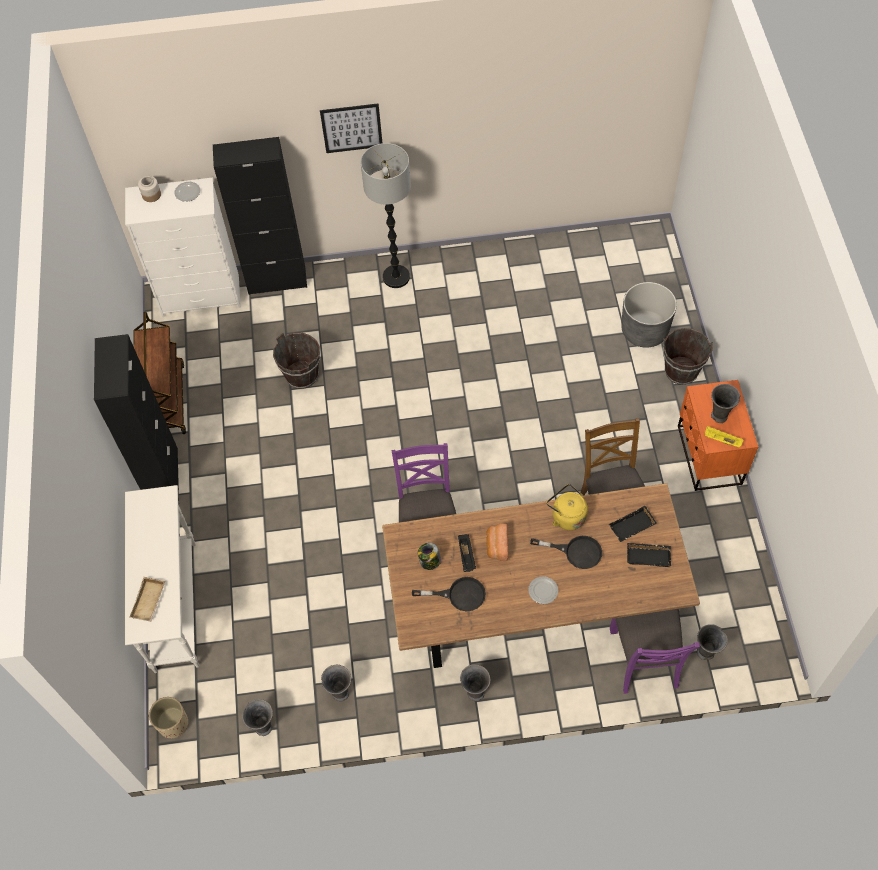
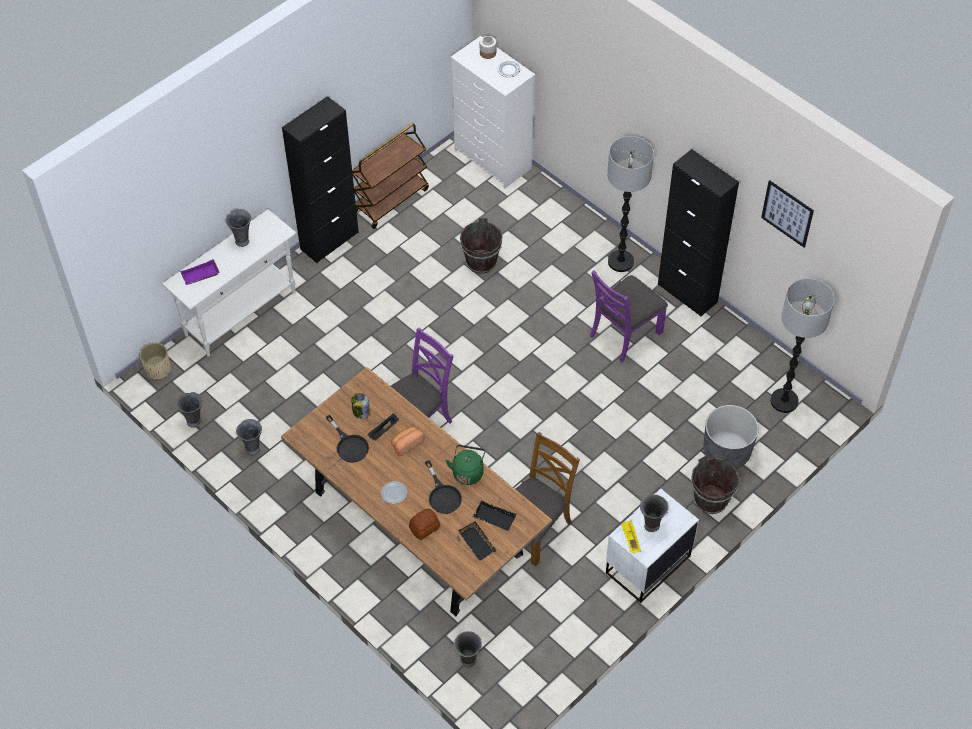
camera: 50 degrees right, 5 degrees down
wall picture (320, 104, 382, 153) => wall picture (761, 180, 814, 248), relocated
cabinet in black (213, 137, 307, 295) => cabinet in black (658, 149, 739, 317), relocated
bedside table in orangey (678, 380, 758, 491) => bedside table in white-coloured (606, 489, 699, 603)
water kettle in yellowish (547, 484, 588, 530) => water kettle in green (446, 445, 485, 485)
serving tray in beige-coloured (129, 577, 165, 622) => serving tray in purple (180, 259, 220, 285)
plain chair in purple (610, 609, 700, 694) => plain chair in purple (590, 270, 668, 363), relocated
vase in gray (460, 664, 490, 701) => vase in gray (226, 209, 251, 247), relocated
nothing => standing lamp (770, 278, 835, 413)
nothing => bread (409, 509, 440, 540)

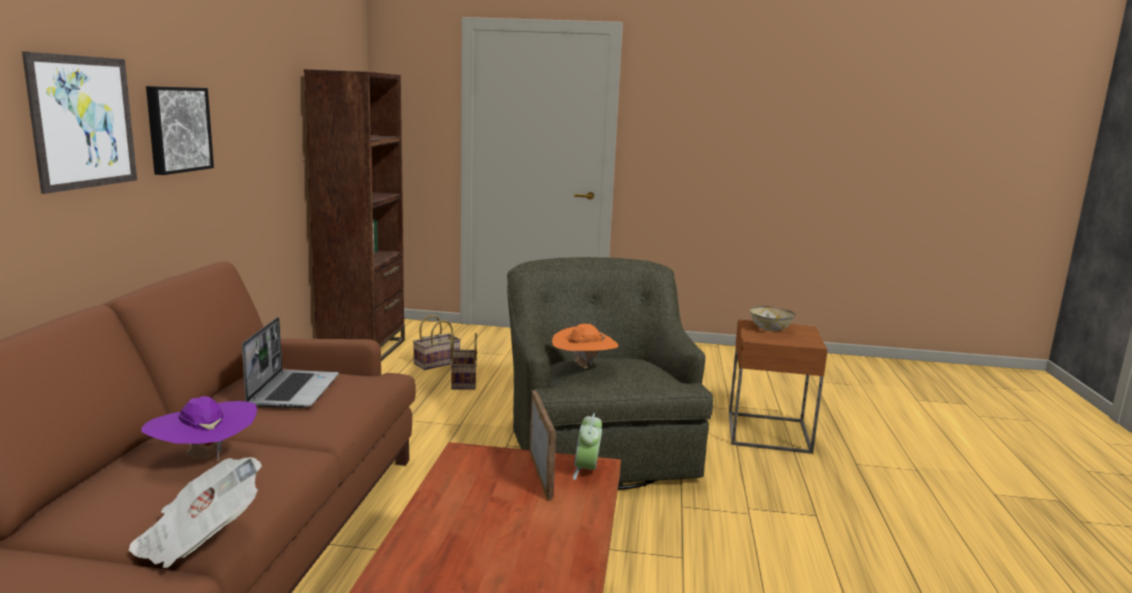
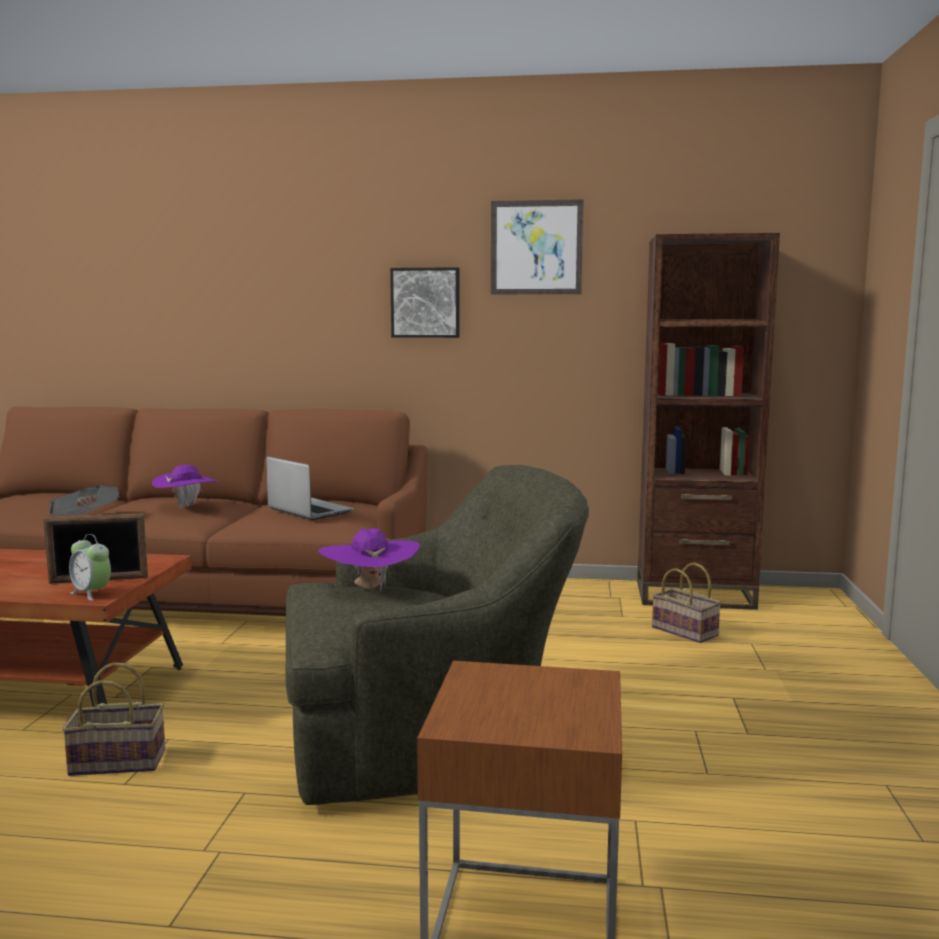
camera: 90 degrees right, 5 degrees down
wall picture (22, 51, 137, 194) => wall picture (491, 199, 584, 294), relocated
deep dish (750, 306, 796, 331) => nothing
portable computer (242, 317, 339, 408) => portable computer (266, 456, 354, 520), 135 degrees counterclockwise
hat in orangey (552, 324, 618, 369) => hat in purple (318, 528, 420, 592)
storage basket (450, 333, 477, 390) => storage basket (62, 662, 165, 776), relocated
bedside clock (573, 413, 602, 480) => bedside clock (69, 534, 111, 601), 150 degrees counterclockwise

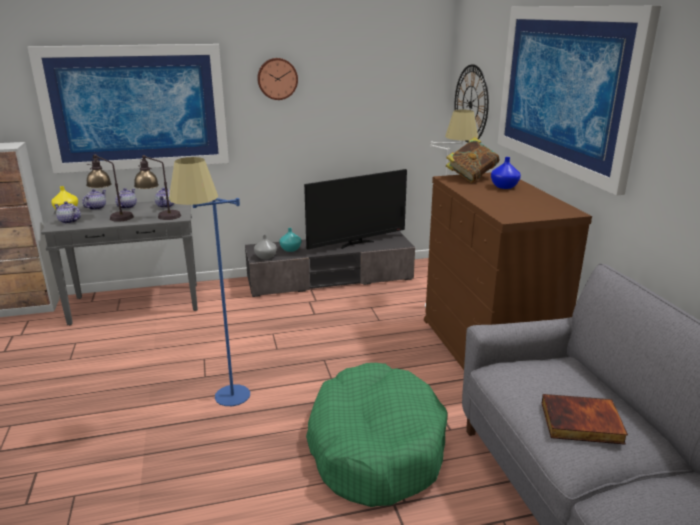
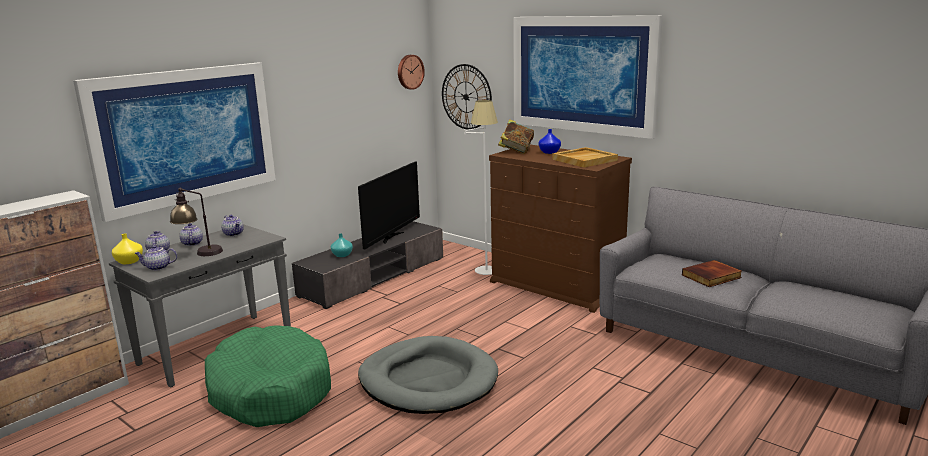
camera: 35 degrees left, 5 degrees down
clock on the wall (257, 58, 298, 100) => clock on the wall (398, 55, 425, 90), relocated
tabletop lamp (134, 155, 181, 220) => nothing
standing lamp in blue-coloured (169, 157, 250, 406) => dog cushion in gray (358, 336, 498, 414)
vase in gray (254, 235, 277, 259) => nothing
dog cushion in green (306, 363, 448, 507) => dog cushion in green (205, 325, 331, 427), relocated
nothing => serving tray in beige-coloured (553, 147, 618, 167)

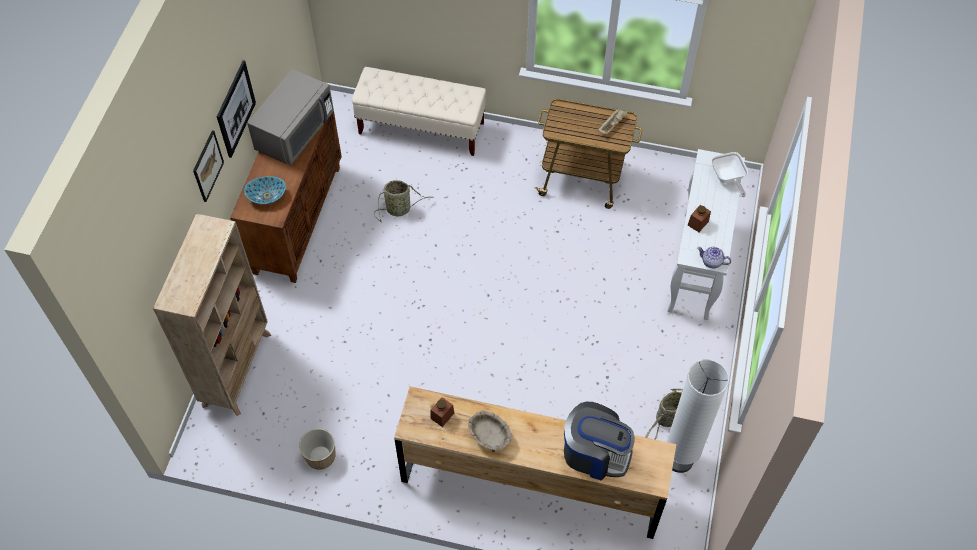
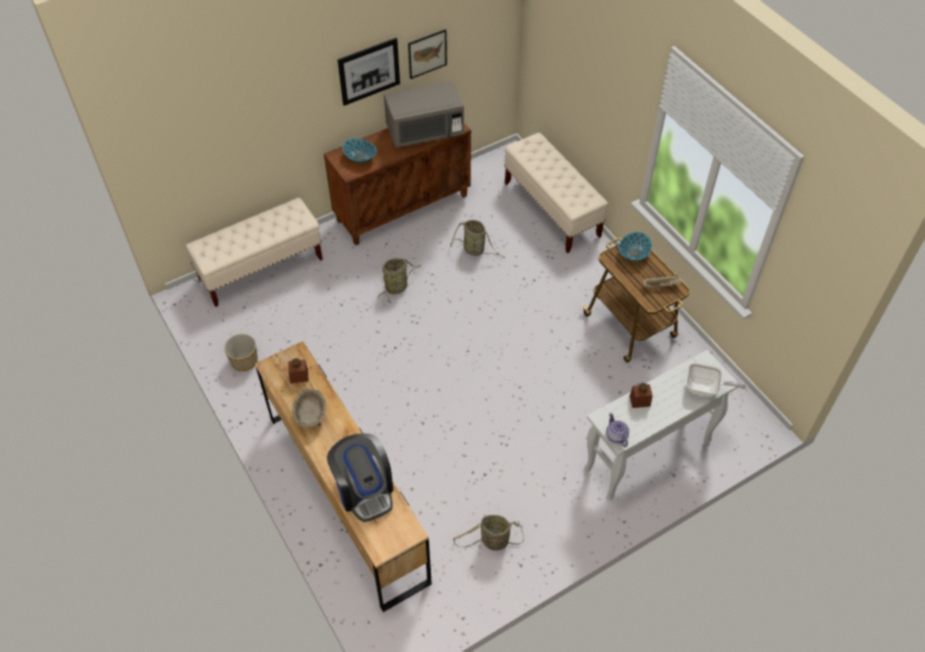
camera: 45 degrees right, 5 degrees down
wall picture (193, 130, 224, 202) => wall picture (408, 29, 447, 79), relocated
pan (711, 152, 748, 197) => pan (687, 363, 746, 397), 105 degrees counterclockwise
bookshelf in beige-coloured (153, 213, 271, 416) => indoor bench in beige-coloured (186, 198, 323, 307)
standing lamp in white-coloured (666, 359, 729, 473) => nothing
nothing => deep dish (619, 232, 652, 261)
nothing => storage basket (378, 258, 422, 303)

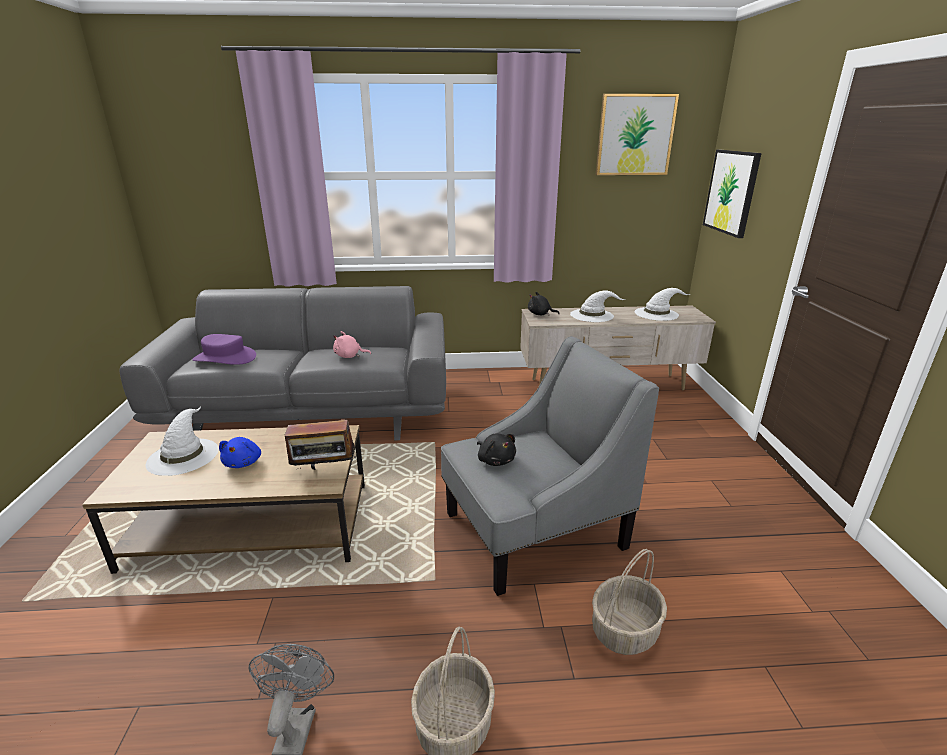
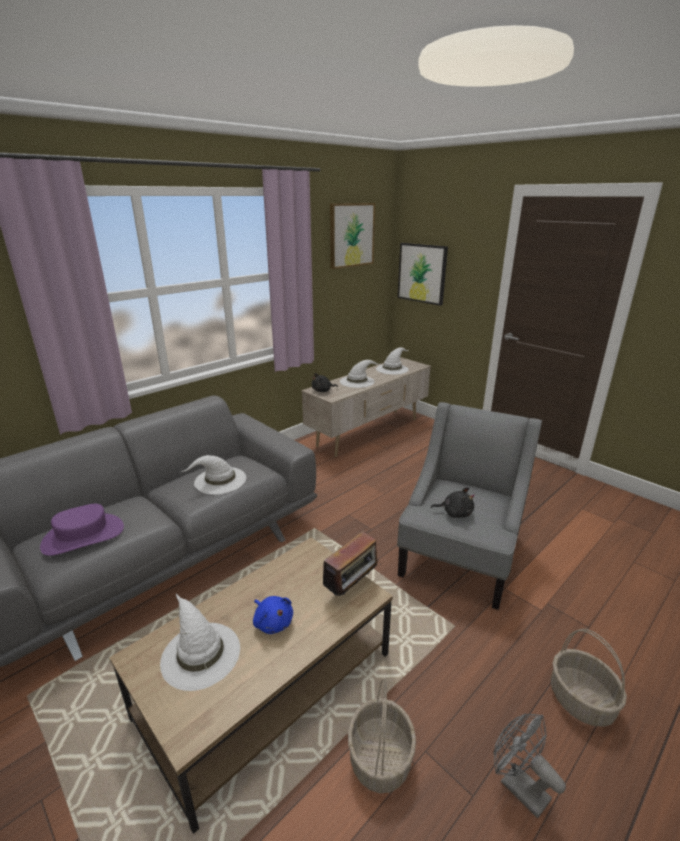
camera: 40 degrees left, 0 degrees up
plush toy in pink-coloured (333, 331, 371, 358) => hat in white-coloured (181, 455, 246, 494)
storage basket (592, 549, 667, 655) => storage basket (348, 678, 416, 793), relocated

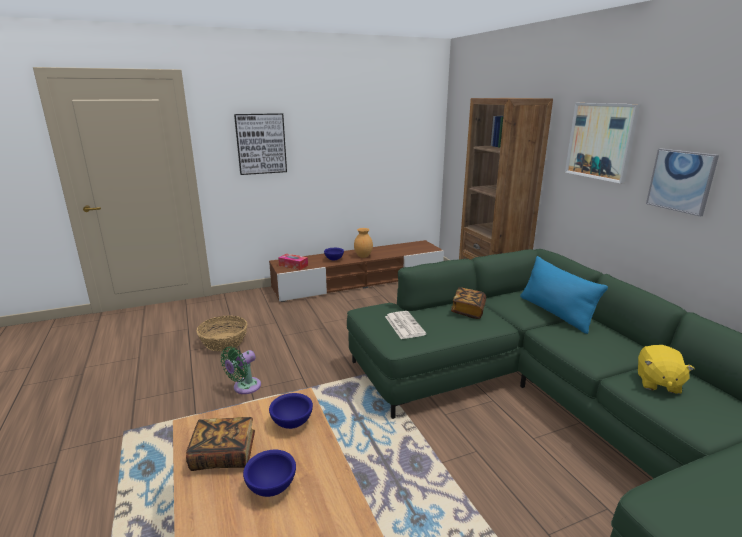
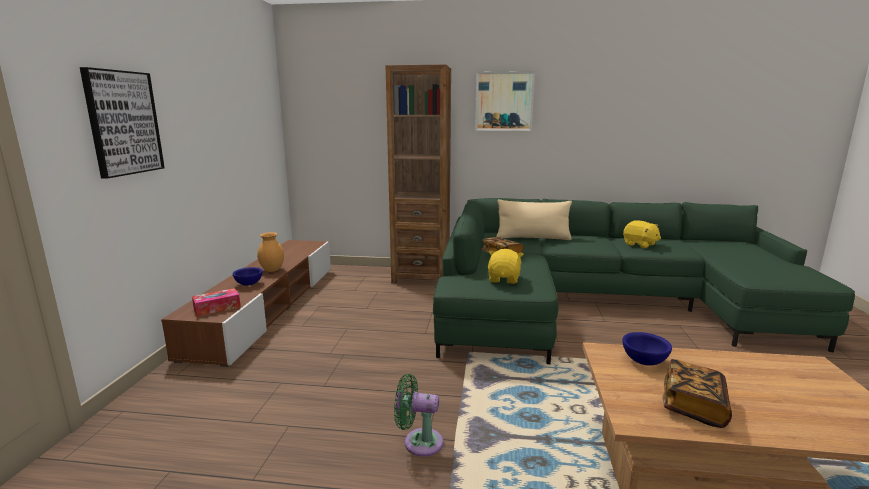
camera: 60 degrees left, 5 degrees down
wall picture (646, 148, 719, 216) => nothing
pillow in blue-coloured (520, 256, 608, 334) => pillow in beige-coloured (496, 199, 572, 240)
printed paper (385, 311, 426, 339) => plush toy in yellowish (488, 249, 523, 284)
storage basket (197, 315, 247, 351) => nothing
fan in green (221, 347, 261, 394) => fan in green (394, 374, 443, 456), 120 degrees clockwise
deep dish in blue-coloured (243, 450, 296, 497) => nothing

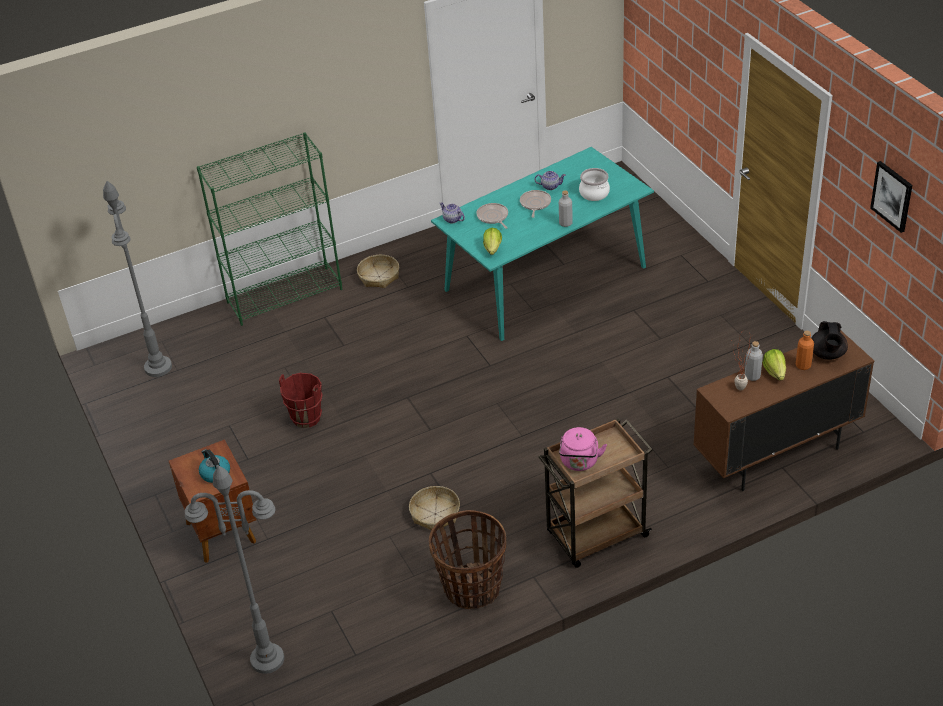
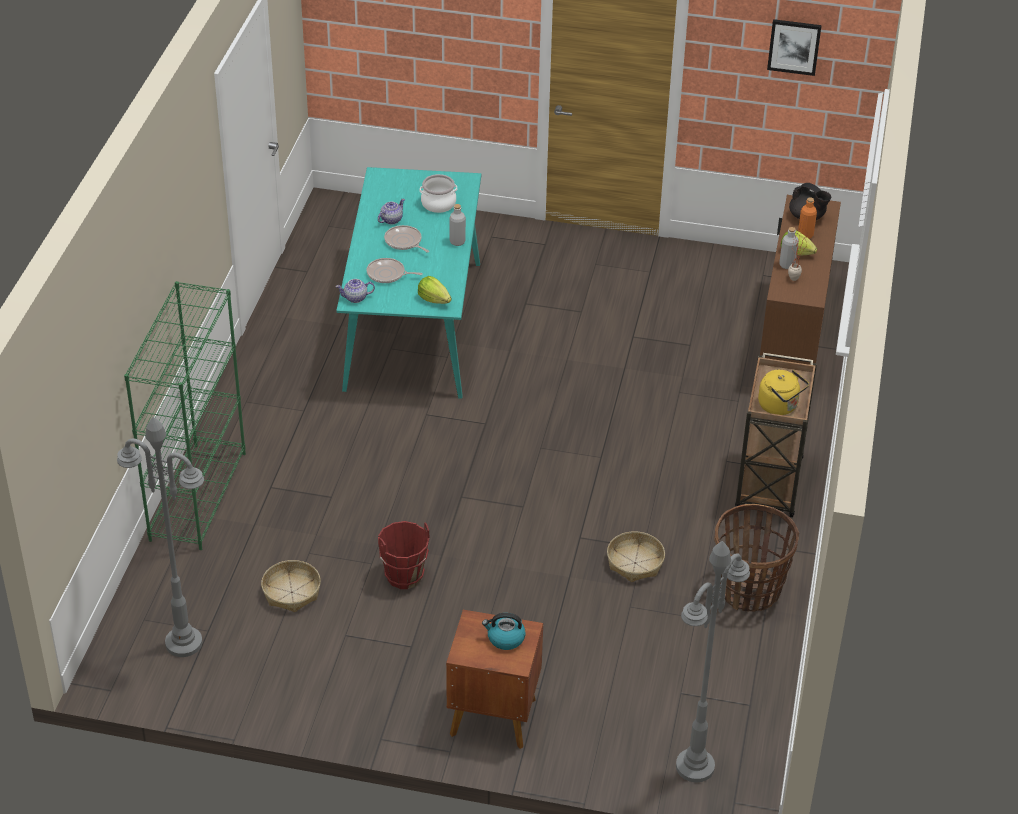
camera: 55 degrees left, 0 degrees up
storage basket (357, 255, 399, 288) => storage basket (261, 560, 321, 612), relocated
water kettle in pink-coloured (559, 427, 607, 471) => water kettle in yellowish (758, 370, 809, 415)

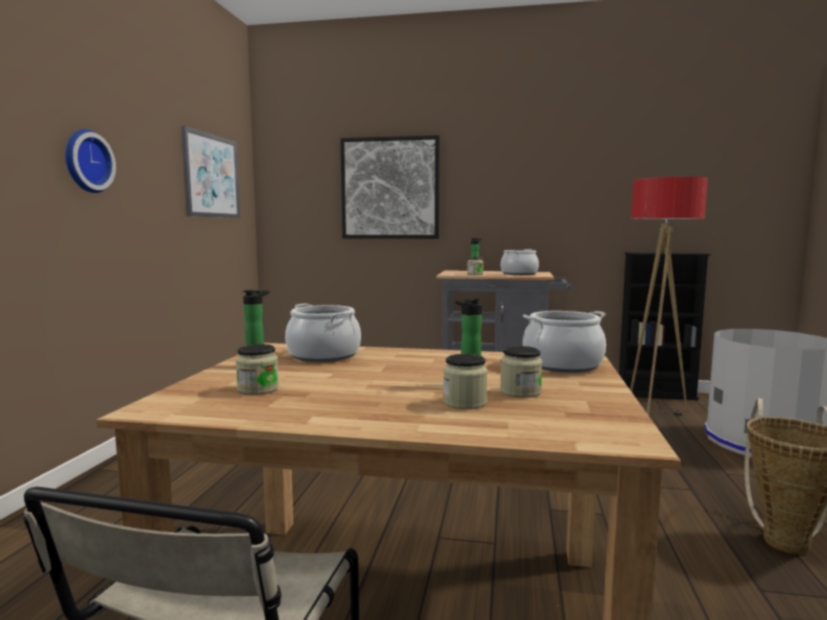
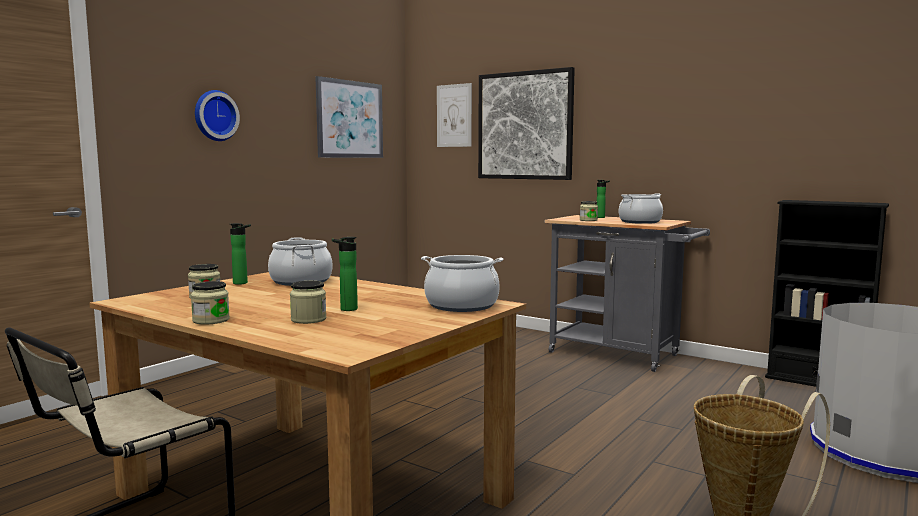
camera: 25 degrees right, 0 degrees up
standing lamp (630, 176, 708, 416) => nothing
preserve jar (500, 346, 543, 398) => preserve jar (191, 281, 230, 325), relocated
nothing => wall picture (437, 83, 472, 147)

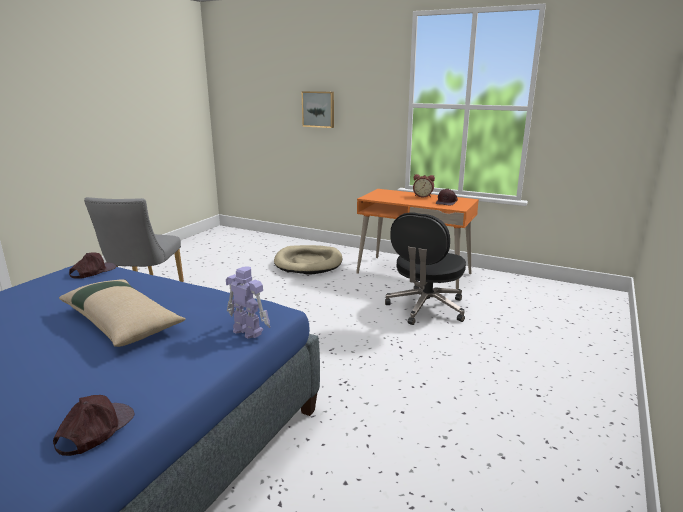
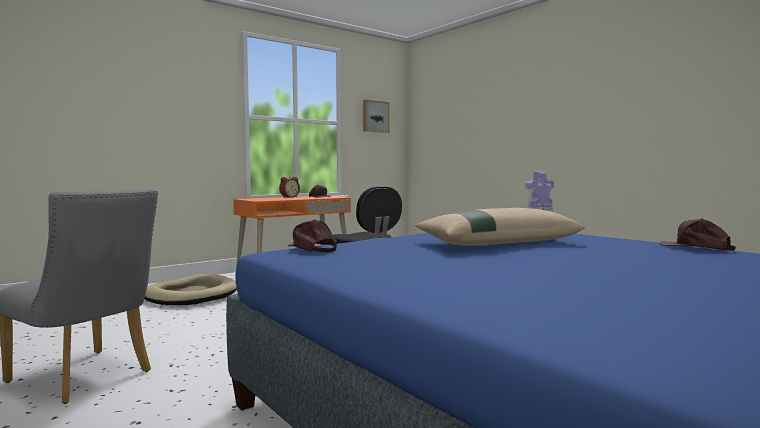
camera: 65 degrees left, 15 degrees down
wall picture (302, 91, 334, 128) => wall picture (363, 100, 390, 133), relocated

